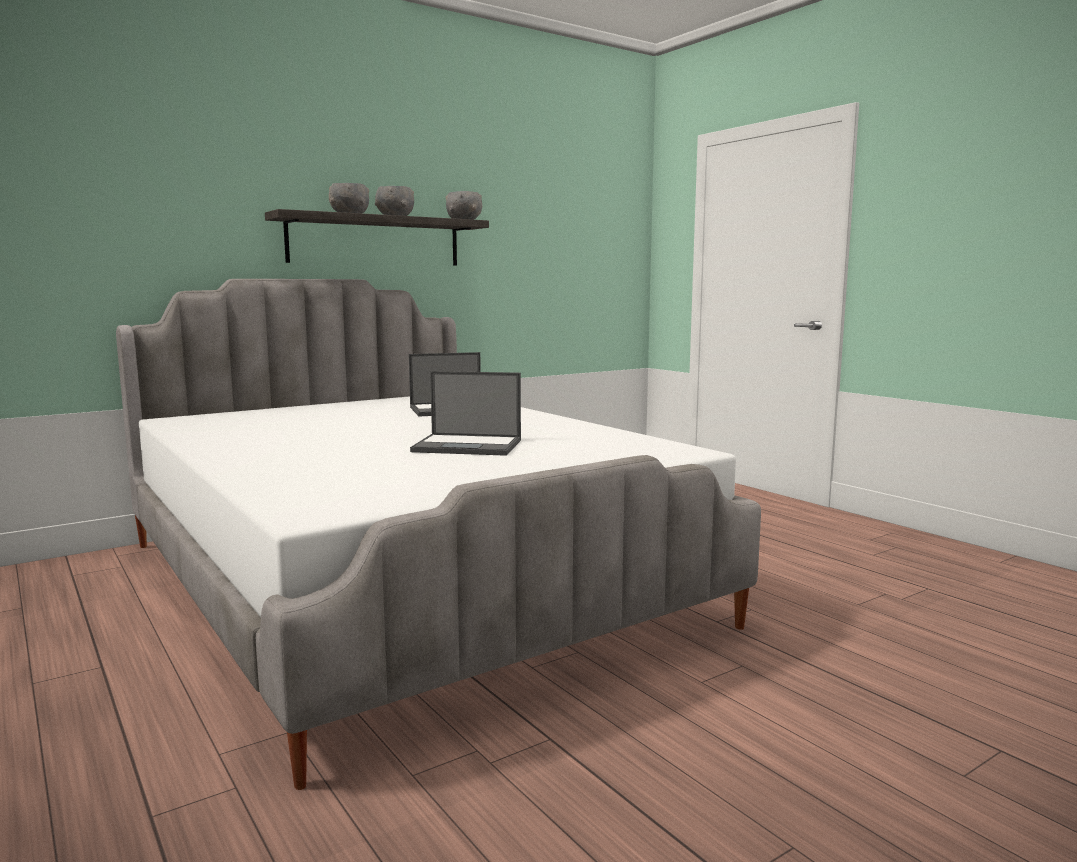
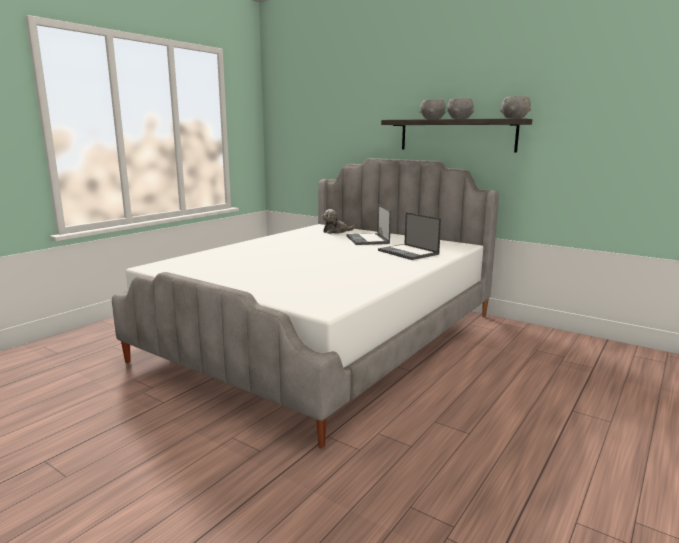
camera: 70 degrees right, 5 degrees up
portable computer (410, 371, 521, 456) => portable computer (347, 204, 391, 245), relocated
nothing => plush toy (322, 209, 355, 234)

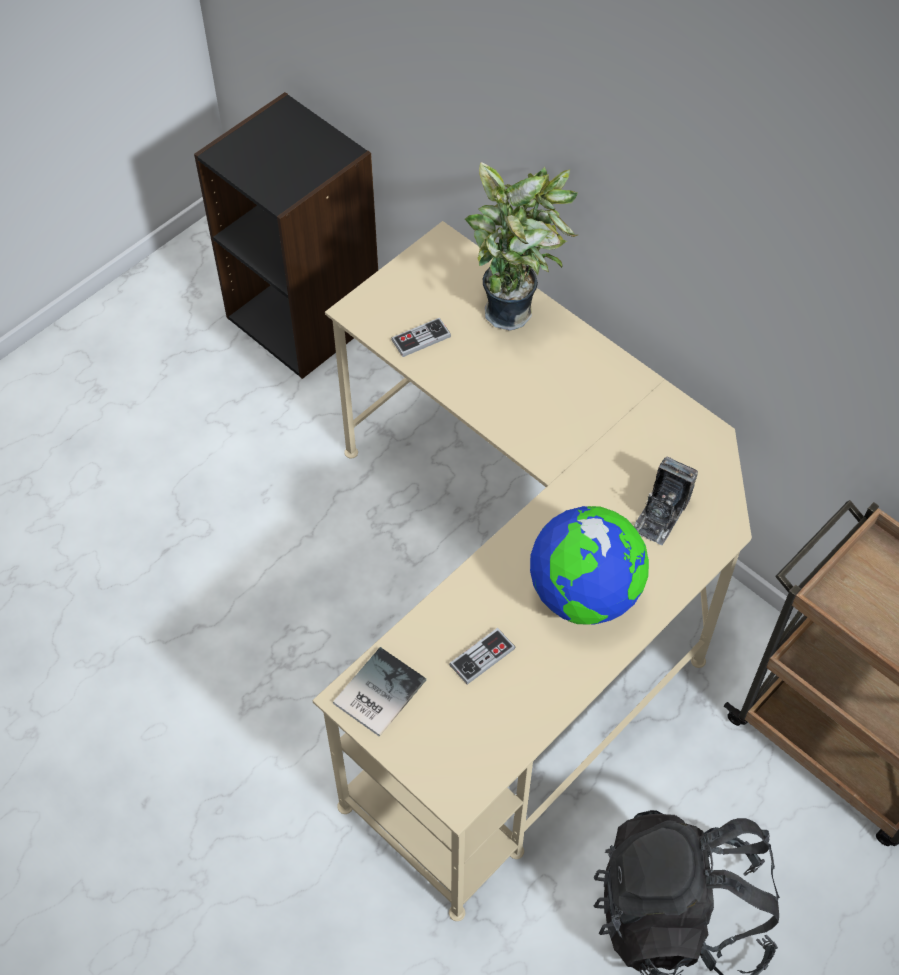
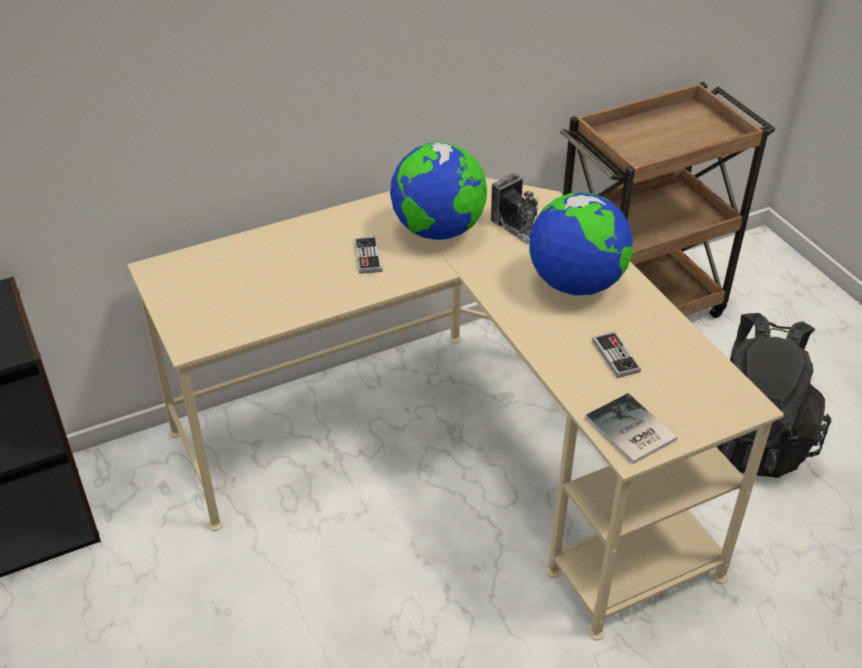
camera: 70 degrees left, 15 degrees down
plant in a pot (465, 162, 578, 331) => nothing
joypad (391, 318, 451, 357) => joypad (354, 236, 382, 274), relocated
nothing => globe (390, 142, 487, 240)

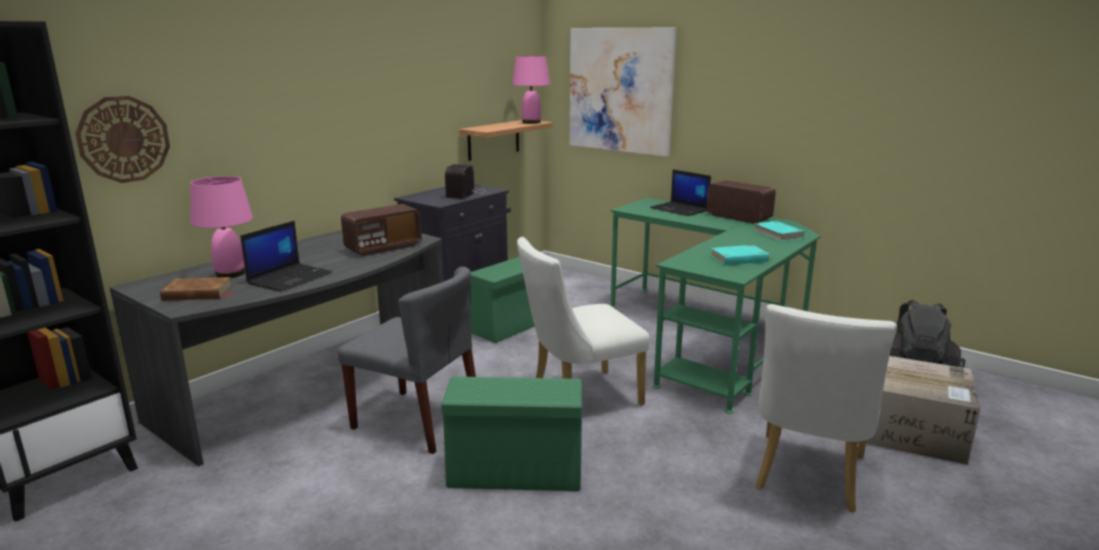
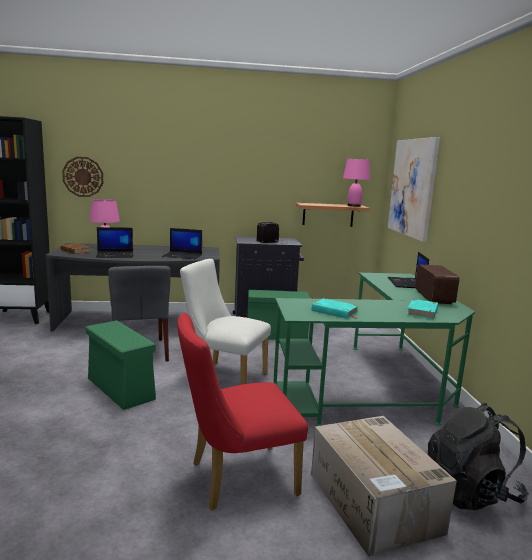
camera: 45 degrees right, 5 degrees down
radio (341, 204, 422, 256) => portable computer (162, 228, 202, 259)
plain chair in white-coloured (755, 304, 897, 512) => plain chair in red (178, 313, 308, 511)

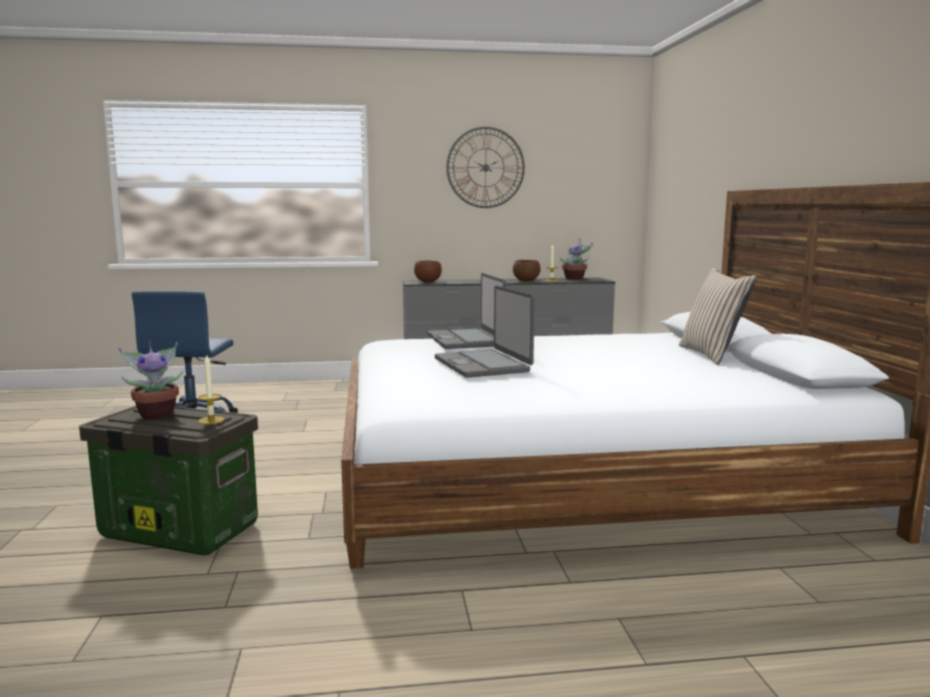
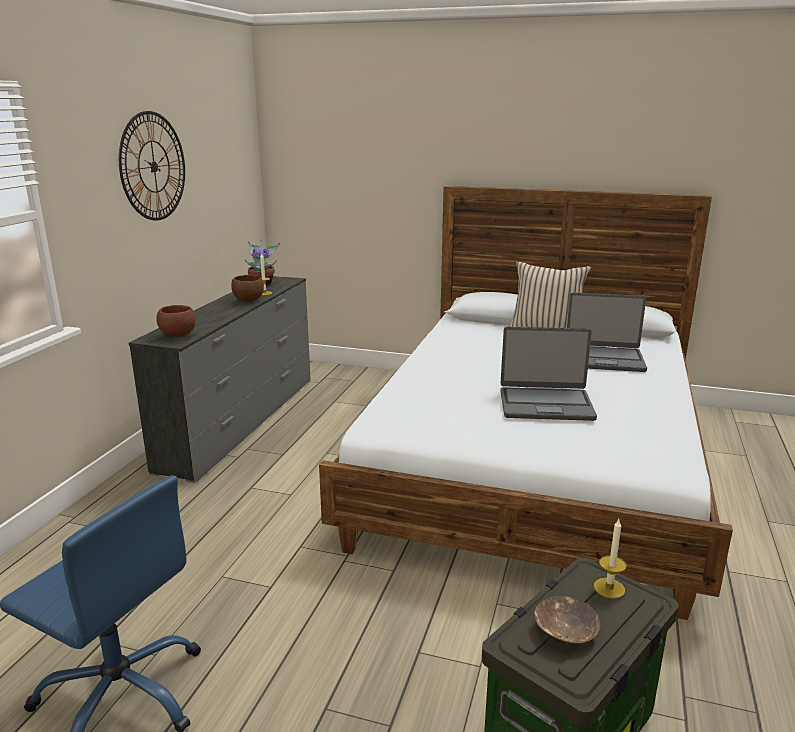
camera: 65 degrees left, 10 degrees up
portable computer (428, 273, 506, 349) => portable computer (567, 293, 647, 372), relocated
plant in a pot (118, 341, 184, 419) => deep dish in brownish (534, 596, 601, 644)

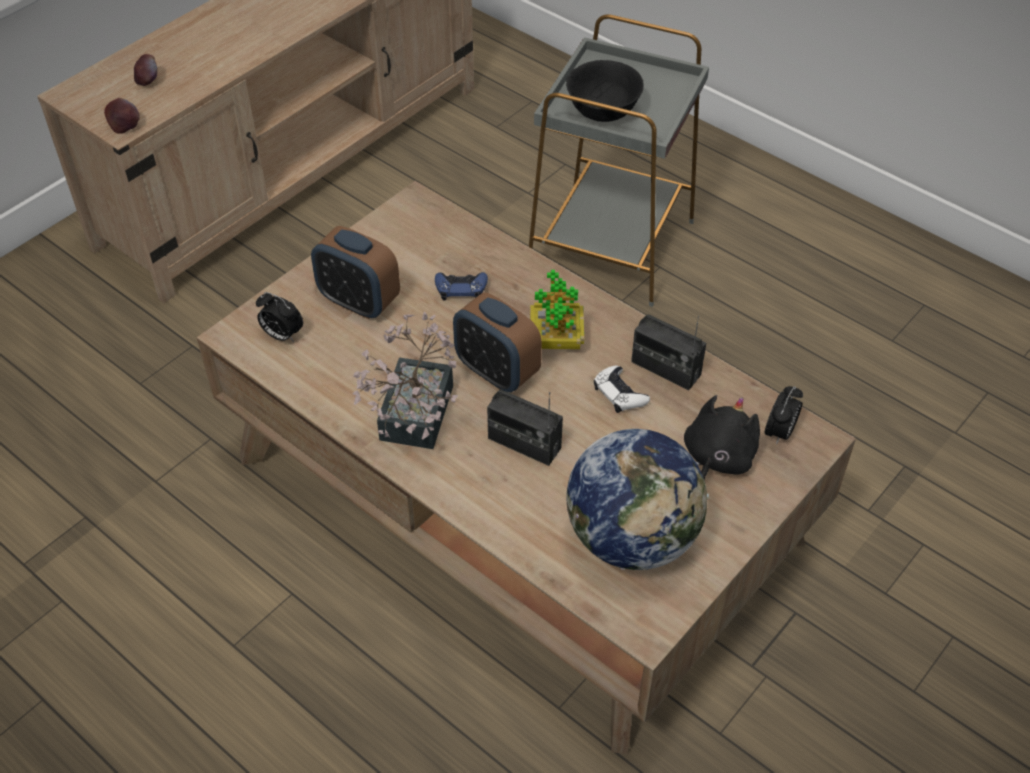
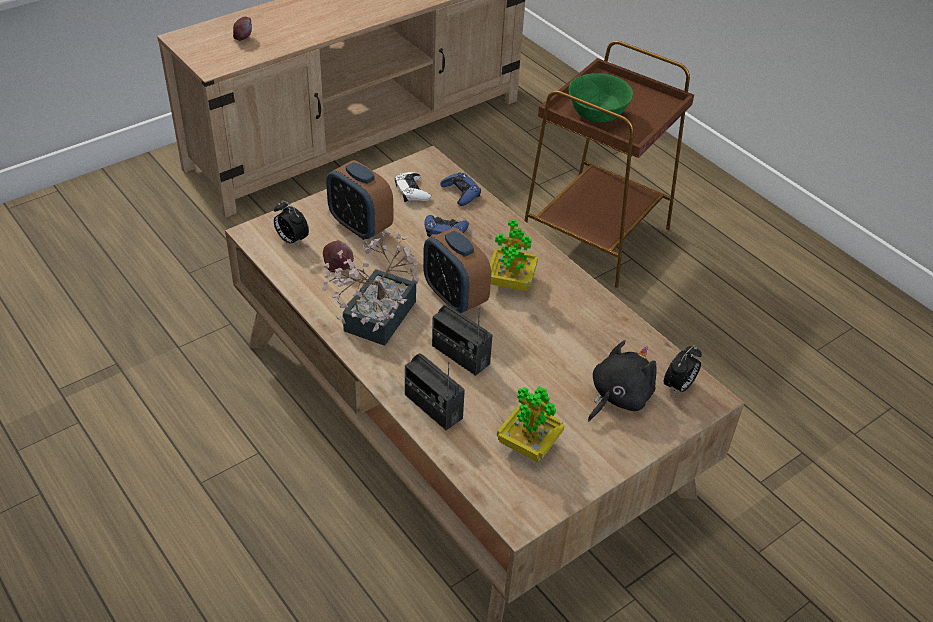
camera: 10 degrees right, 5 degrees down
side table in gray (529, 14, 709, 307) => side table in brownish (524, 41, 694, 288)
deep dish in black (566, 60, 644, 122) => deep dish in green (569, 73, 633, 122)
apple (104, 98, 140, 134) => apple (323, 240, 354, 272), relocated
radio (631, 314, 706, 390) => radio (405, 353, 465, 430), relocated
joypad in white-coloured (594, 366, 650, 413) => joypad in white-coloured (395, 172, 432, 202), relocated
globe (566, 429, 709, 570) => plant in a pot (497, 387, 565, 462)
nothing => joypad in blue-coloured (440, 172, 481, 206)

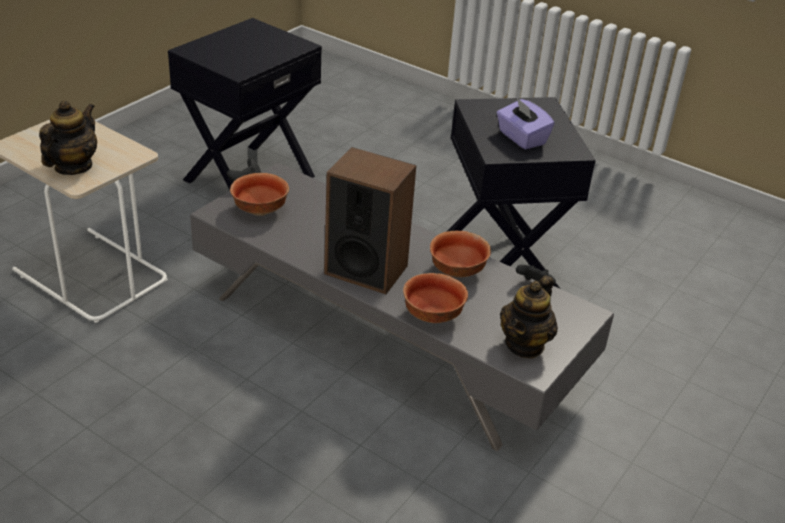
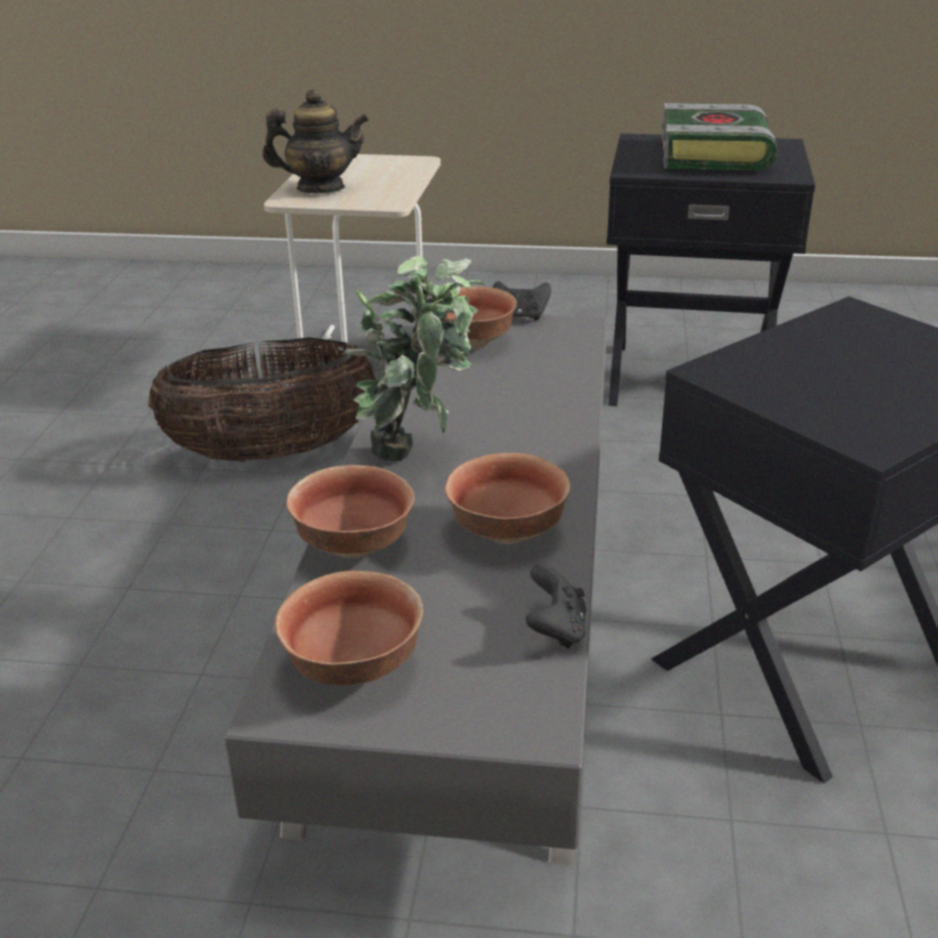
camera: 65 degrees right, 5 degrees down
tissue box in purple (497, 98, 555, 150) => nothing
loudspeaker (324, 147, 416, 294) => plant in a pot (344, 256, 486, 461)
pot for tea (500, 276, 558, 359) => deep dish (275, 571, 423, 686)
nothing => volume (661, 103, 778, 170)
nothing => storage basket (148, 337, 376, 462)

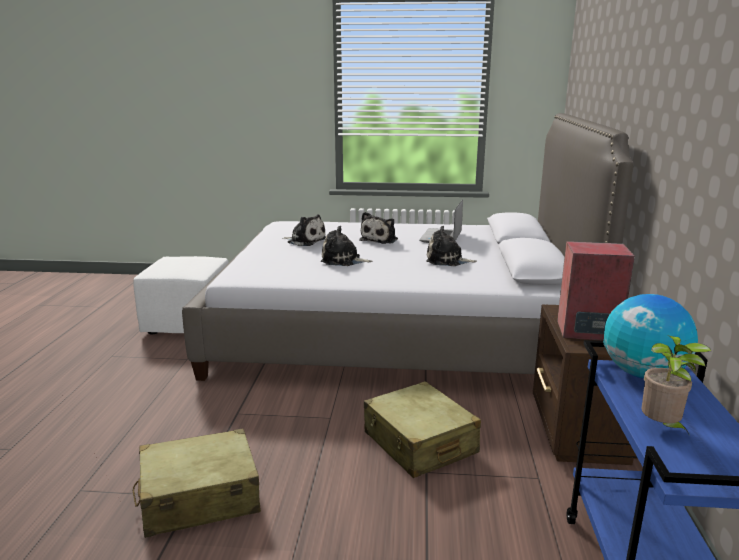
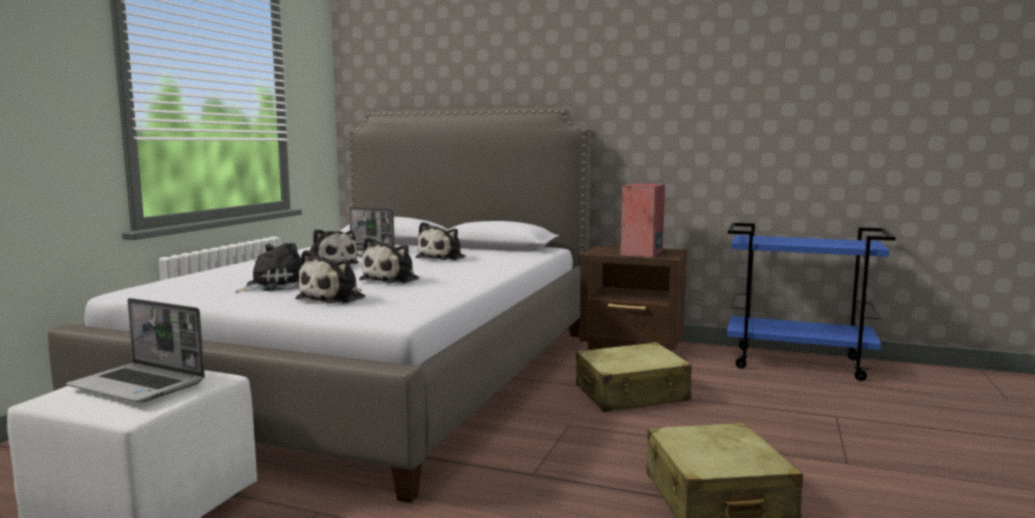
camera: 75 degrees left, 10 degrees down
globe (603, 294, 698, 379) => nothing
plant in a pot (641, 335, 711, 436) => nothing
nothing => plush toy (295, 250, 365, 304)
nothing => portable computer (66, 298, 205, 402)

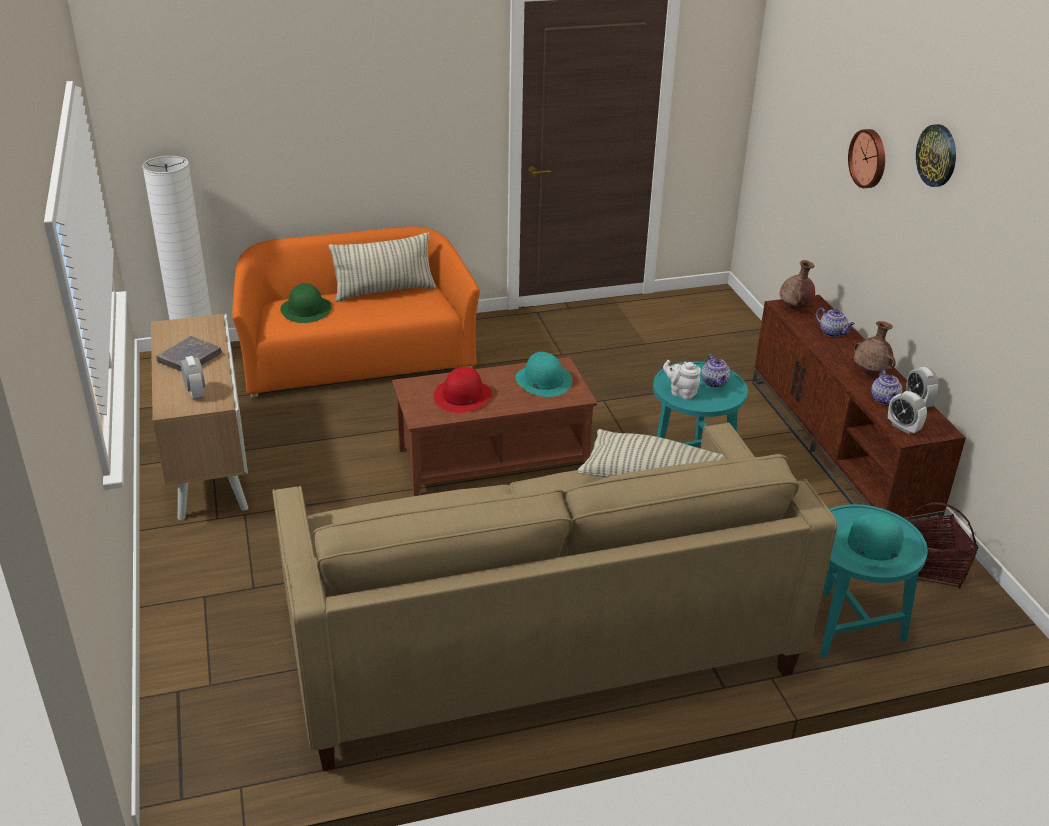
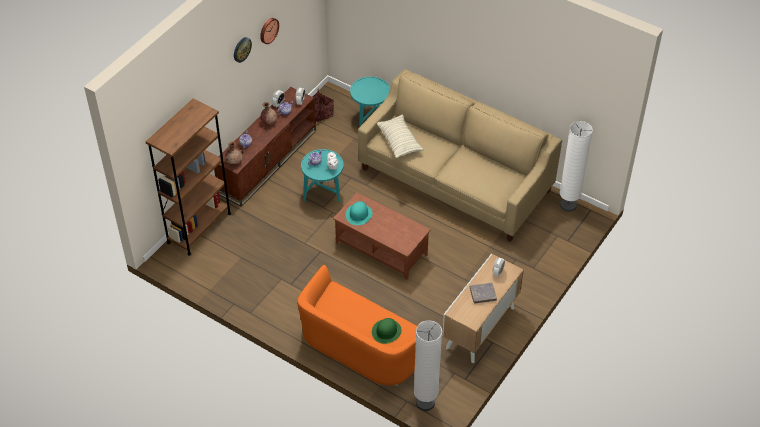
camera: 130 degrees left, 15 degrees up
clock on the wall (848, 129, 885, 188) => clock on the wall (260, 18, 279, 44), relocated
pillow (329, 232, 436, 302) => nothing
hat in red (434, 367, 492, 413) => nothing
hat in blue-green (835, 513, 913, 567) => nothing
nothing => bookshelf in brownish (146, 98, 231, 256)
nothing => standing lamp in white-coloured (560, 121, 593, 212)

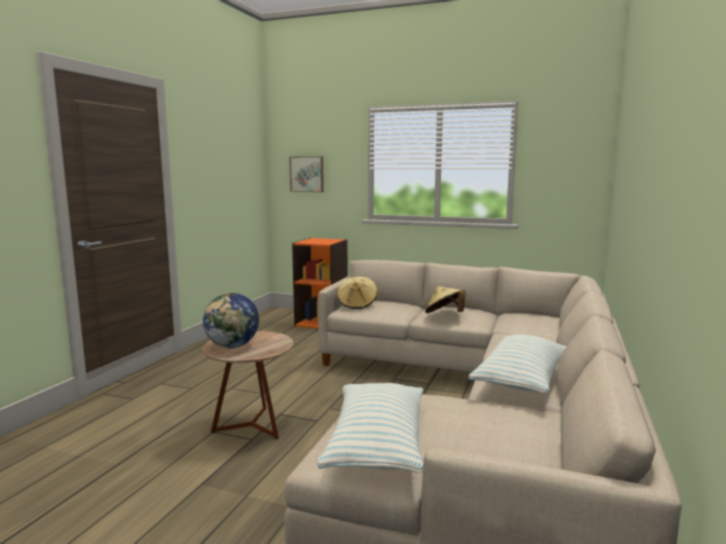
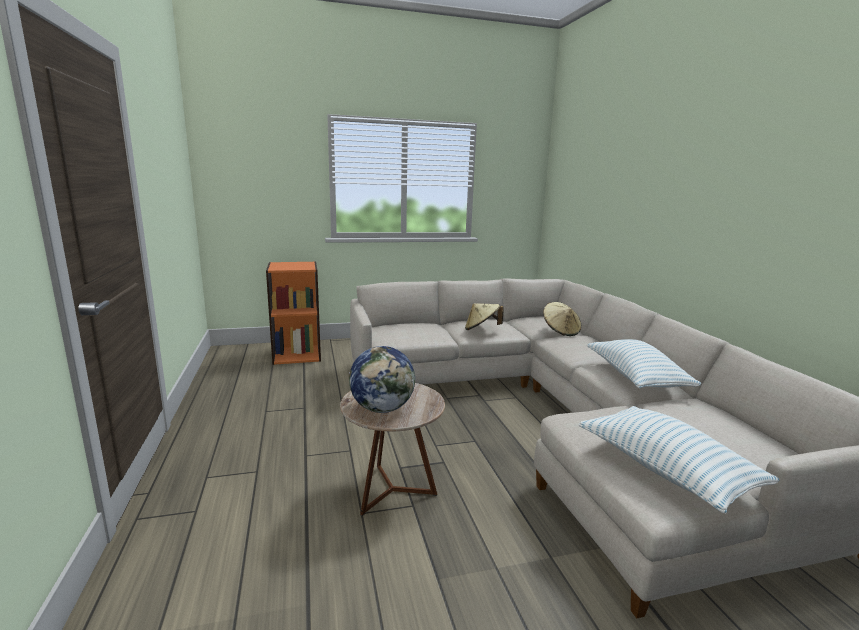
camera: 35 degrees left, 5 degrees up
wall picture (289, 156, 324, 192) => nothing
hat in beige-coloured (336, 277, 378, 309) => hat in beige-coloured (543, 302, 581, 336), relocated

